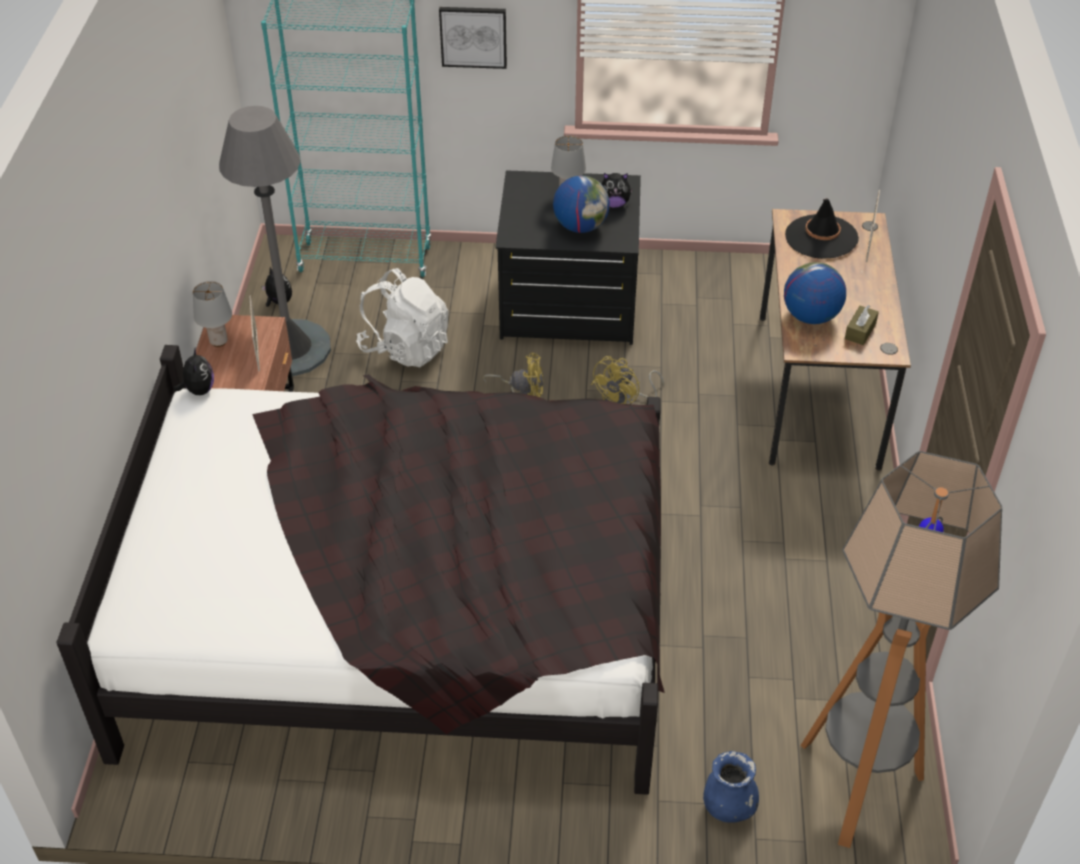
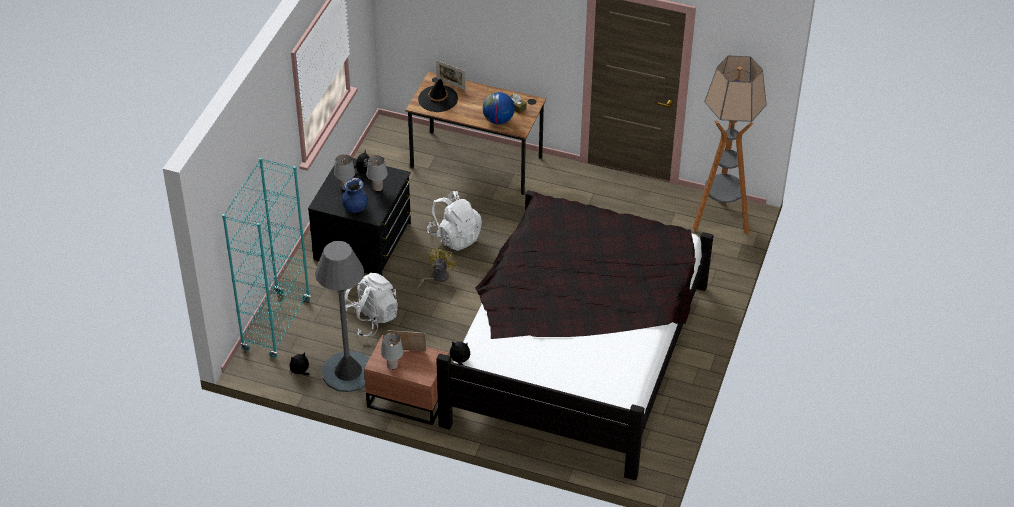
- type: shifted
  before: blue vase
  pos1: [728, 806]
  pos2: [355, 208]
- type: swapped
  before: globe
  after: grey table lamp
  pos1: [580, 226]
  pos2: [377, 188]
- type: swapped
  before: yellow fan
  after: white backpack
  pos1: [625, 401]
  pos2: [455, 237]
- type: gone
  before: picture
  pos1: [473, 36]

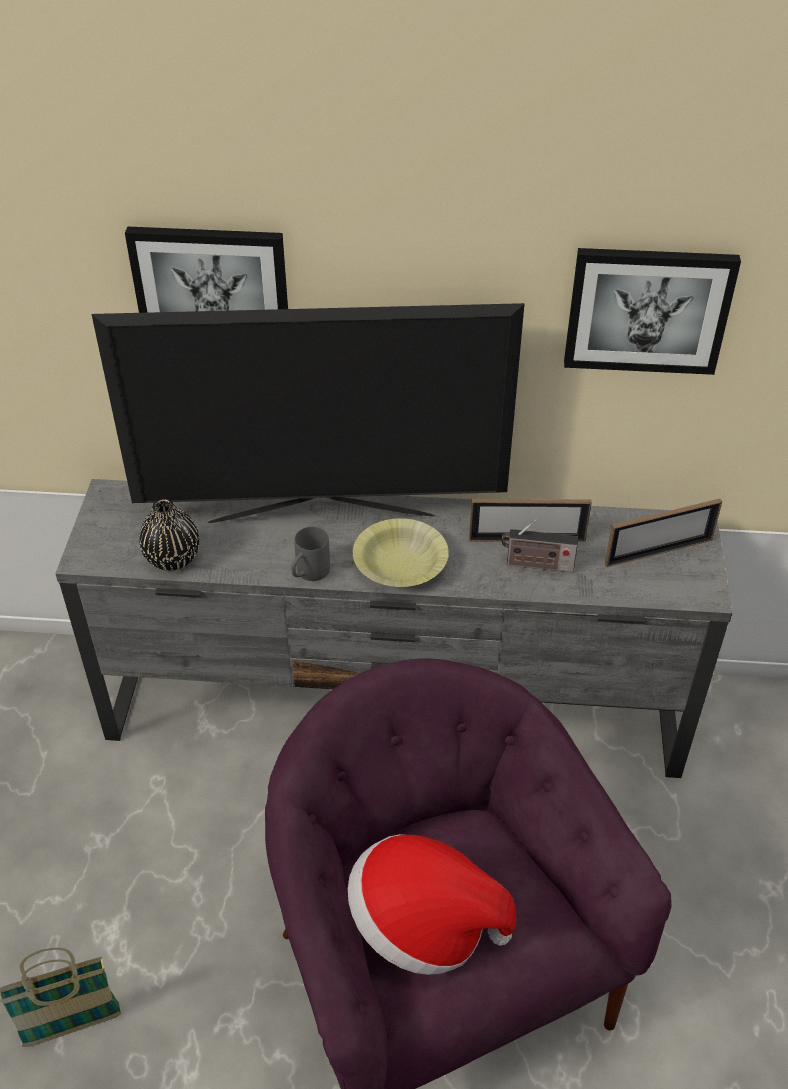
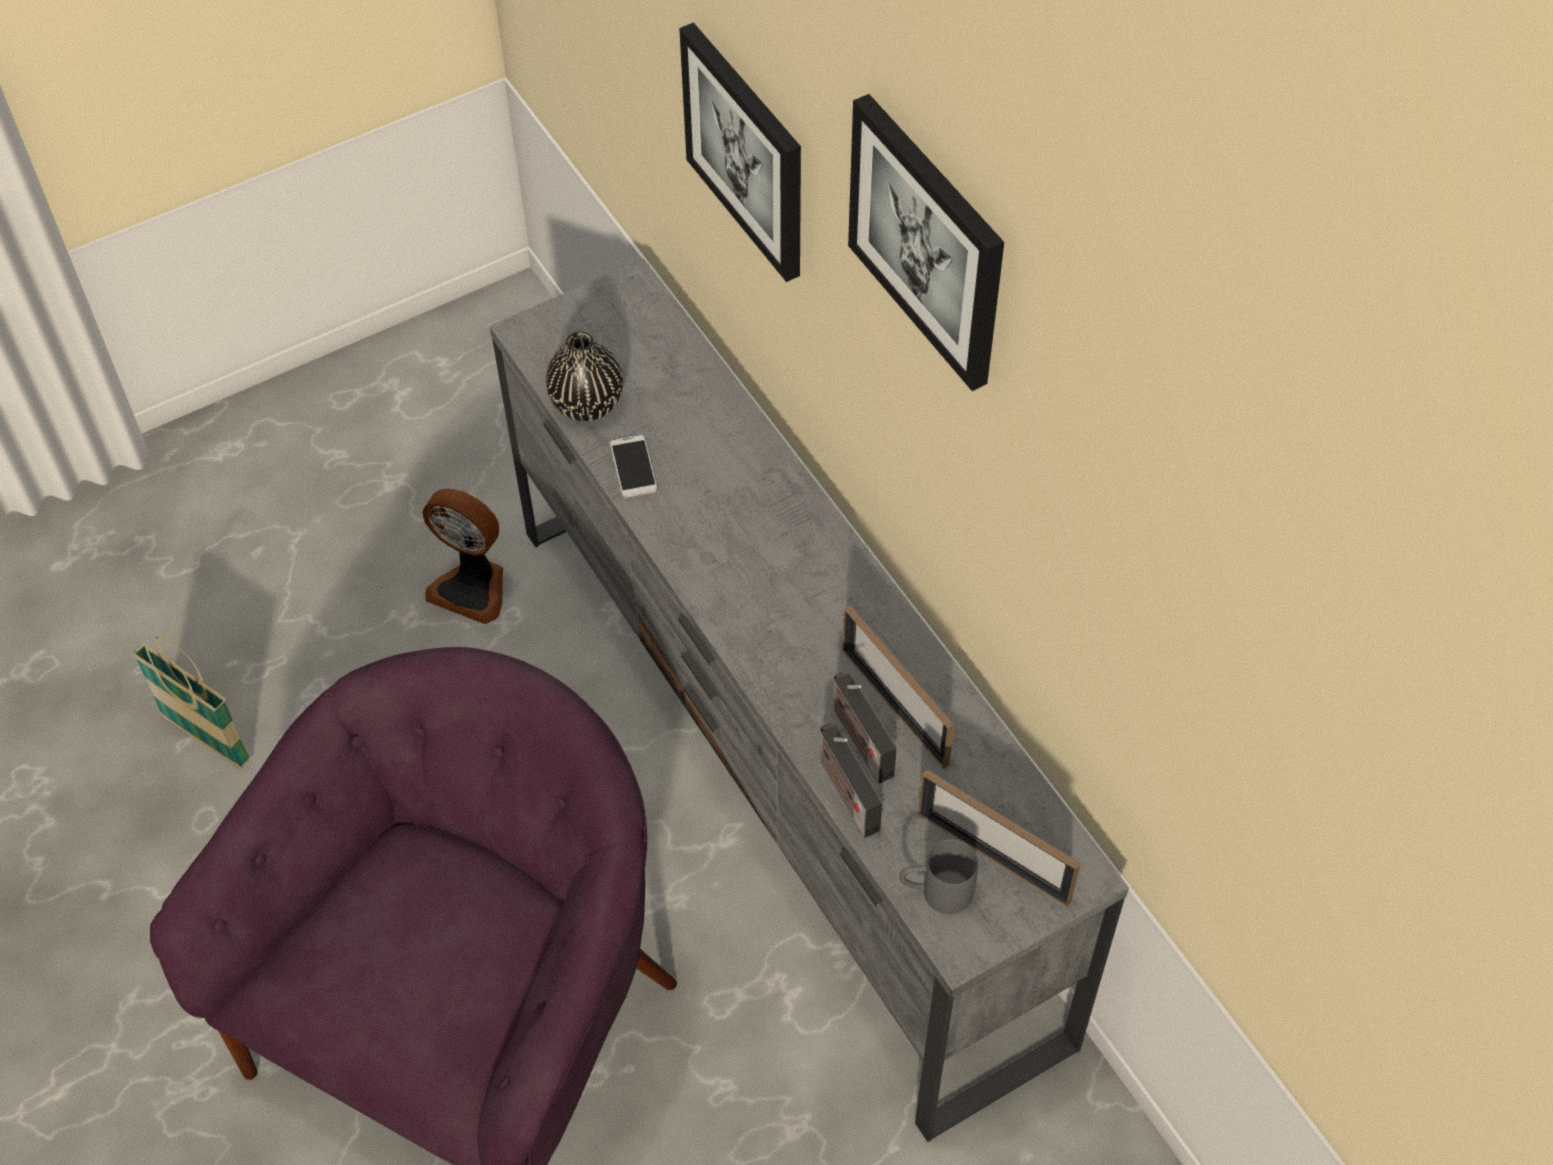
- type: new
  after: fan
  pos2: [472, 587]
- type: new
  after: phone
  pos2: [633, 467]
- type: new
  after: radio
  pos2: [846, 792]
- type: shifted
  before: picture
  pos1: [647, 309]
  pos2: [929, 240]
- type: shifted
  before: grey mug
  pos1: [308, 574]
  pos2: [935, 893]
- type: gone
  before: television
  pos1: [321, 516]
- type: gone
  before: hat
  pos1: [424, 924]
- type: gone
  before: yellow bowl
  pos1: [400, 564]

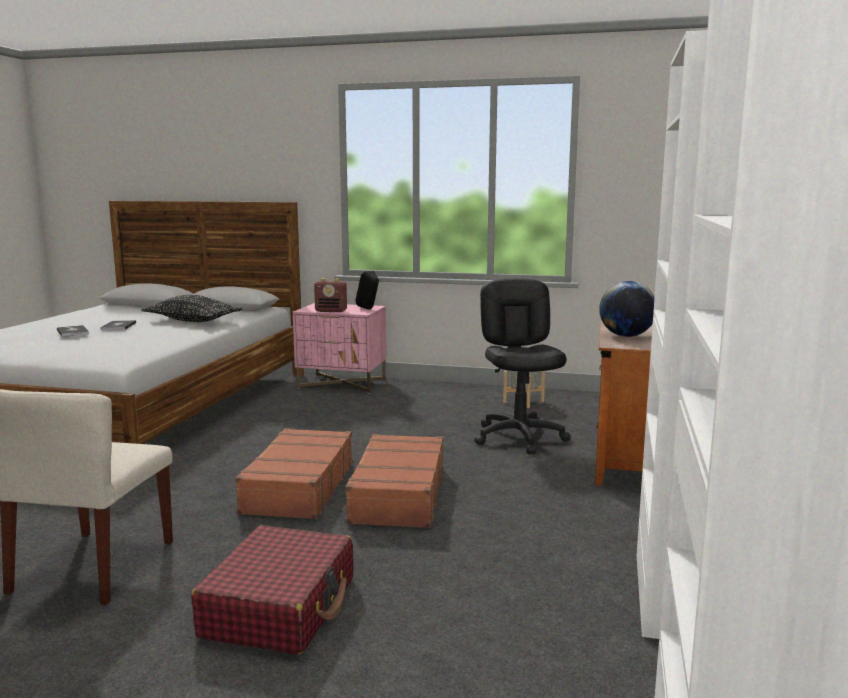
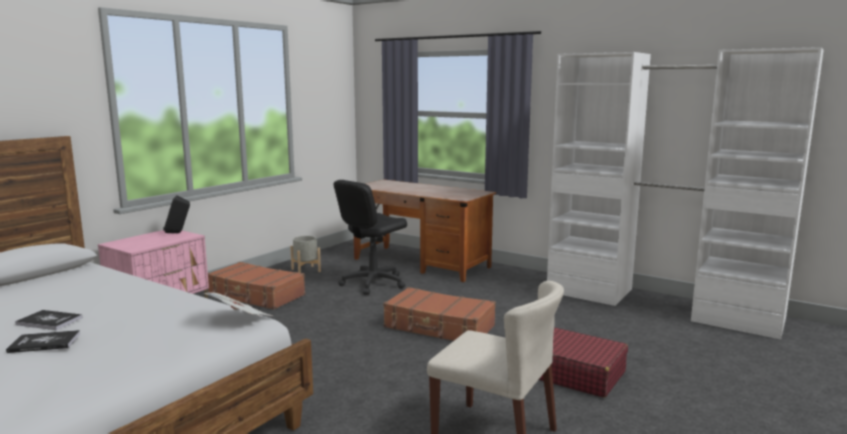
- type: new
  after: newspaper
  pos2: [240, 320]
- type: shifted
  before: brown suitcase
  pos1: [298, 487]
  pos2: [256, 295]
- type: rotated
  before: black office chair
  pos1: [519, 437]
  pos2: [373, 283]
  turn: -60
- type: gone
  before: black pillow
  pos1: [193, 321]
- type: gone
  before: radio
  pos1: [331, 311]
- type: gone
  before: globe
  pos1: [626, 336]

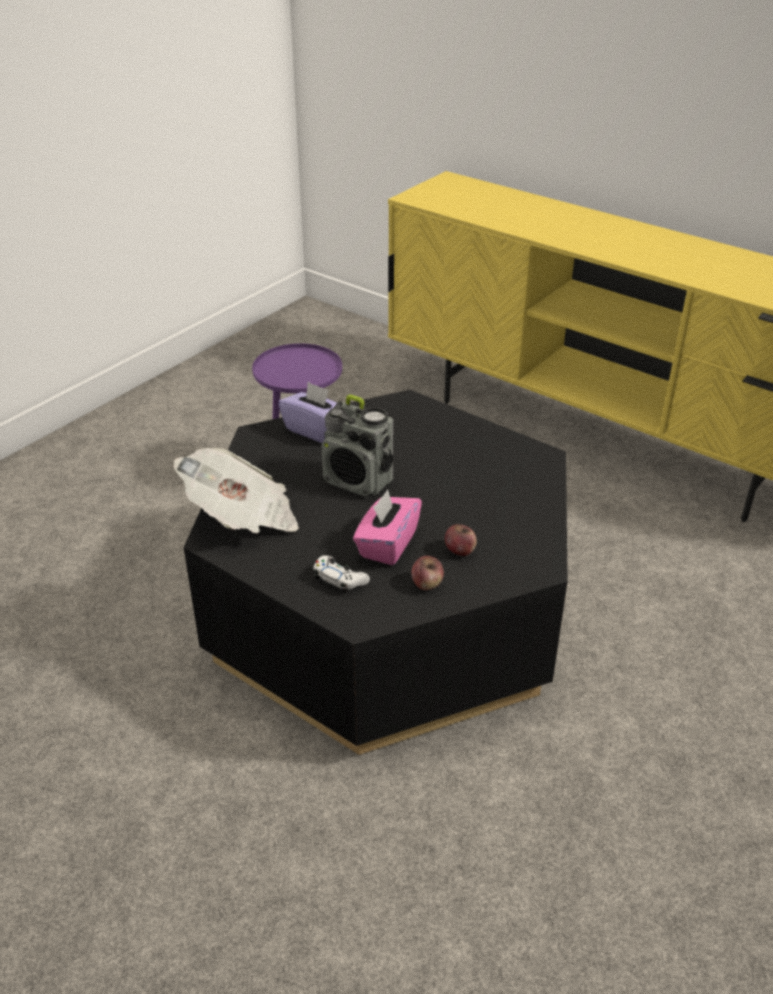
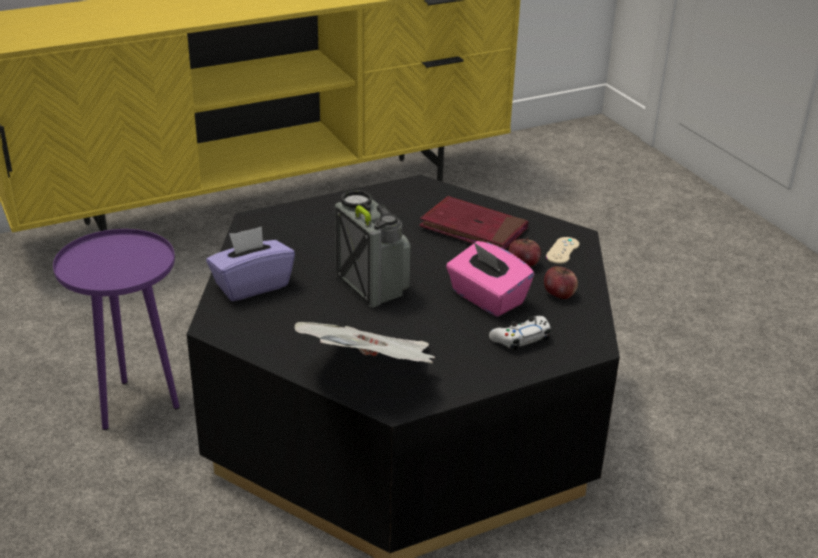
- type: rotated
  before: radio
  pos1: [358, 481]
  pos2: [371, 286]
  turn: -90
- type: new
  after: red book
  pos2: [473, 229]
- type: new
  after: beige game controller
  pos2: [562, 250]

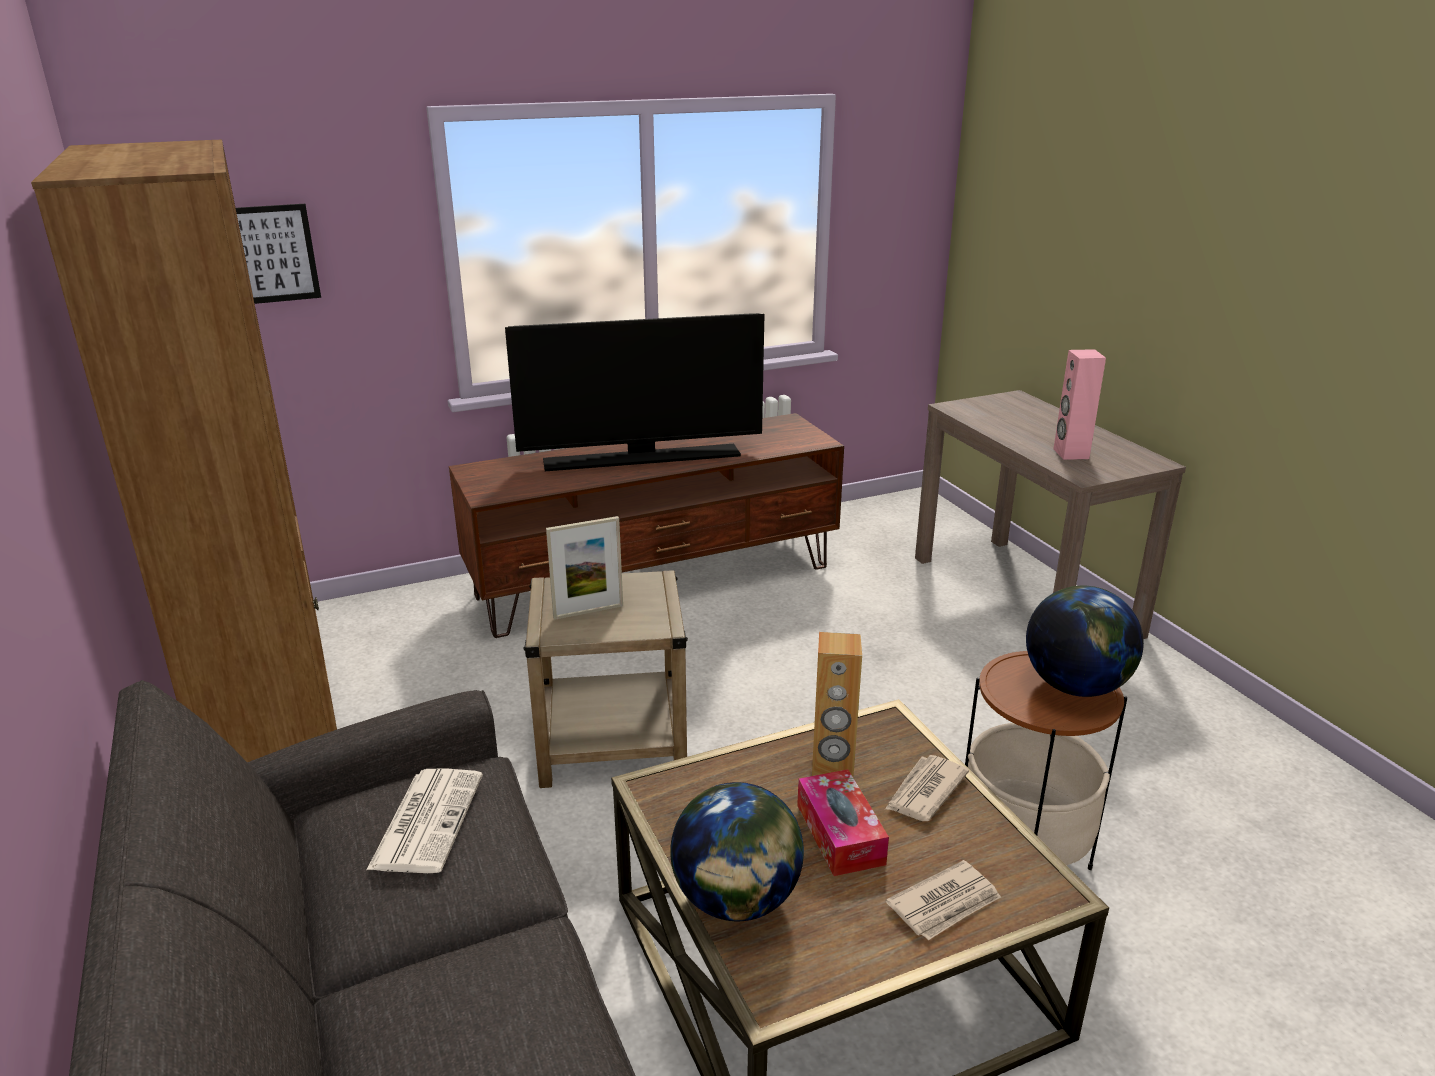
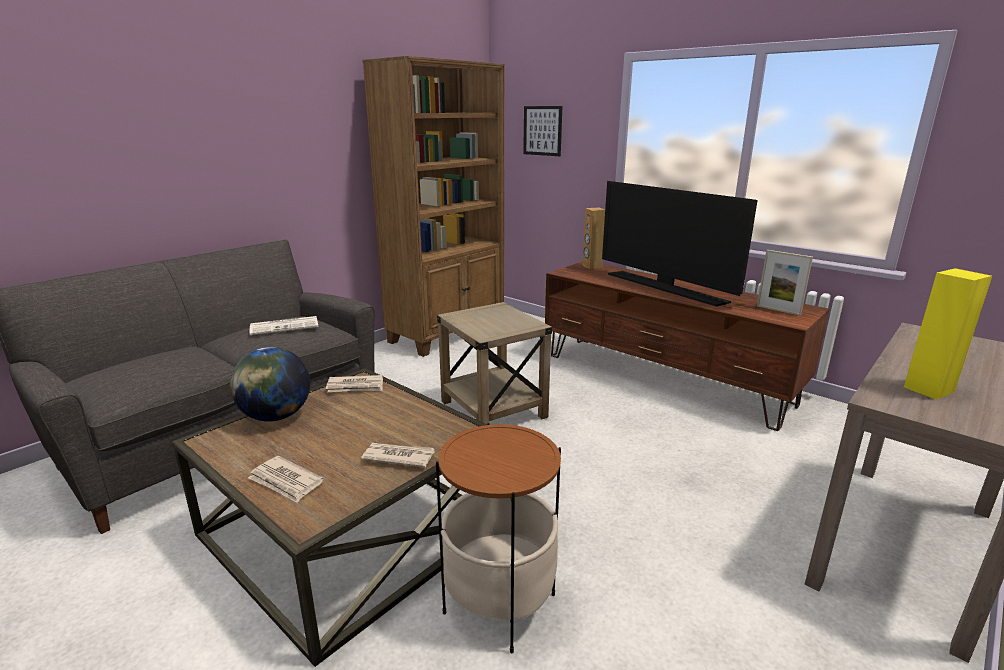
- type: new
  after: newspaper
  pos2: [355, 386]
- type: shifted
  before: brown speaker
  pos1: [832, 768]
  pos2: [592, 266]
- type: shifted
  before: picture frame
  pos1: [588, 611]
  pos2: [778, 310]
- type: repainted
  before: pink speaker
  after: yellow speaker
  pos1: [1070, 454]
  pos2: [928, 389]
- type: gone
  before: tissue box
  pos1: [840, 834]
- type: gone
  before: globe
  pos1: [1075, 686]

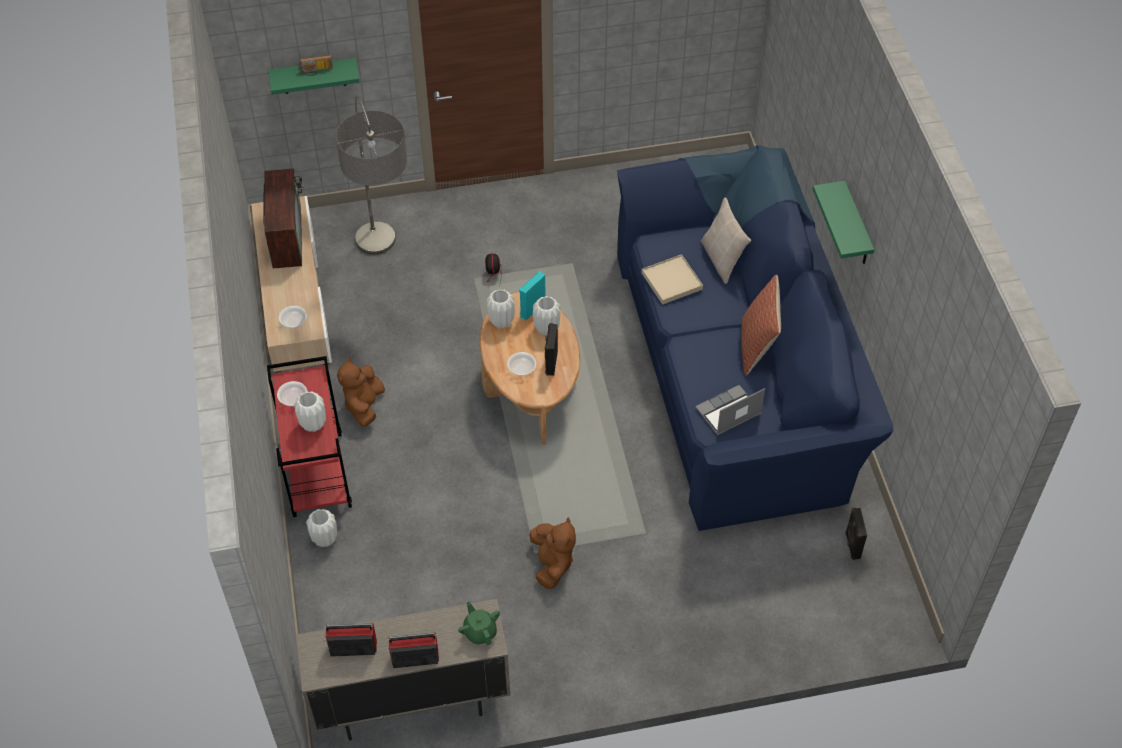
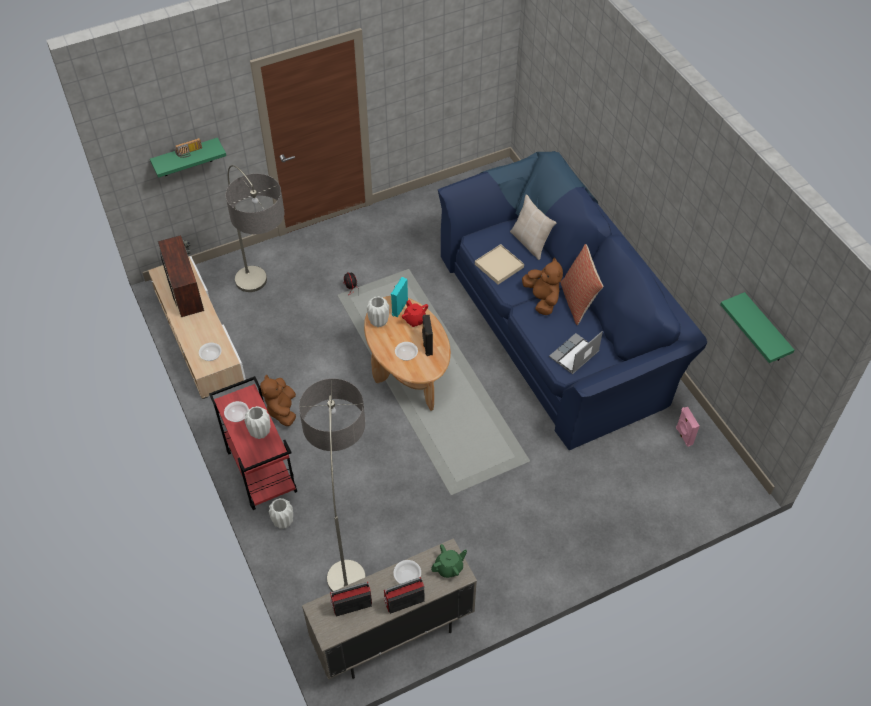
- type: new
  after: floor lamp
  pos2: [346, 537]
- type: new
  after: bowl
  pos2: [407, 576]
- type: swapped
  before: white vase
  after: red teapot
  pos1: [546, 328]
  pos2: [415, 320]
- type: rotated
  before: green teapot
  pos1: [480, 632]
  pos2: [449, 567]
  turn: 105
- type: shifted
  before: brown plush toy
  pos1: [552, 564]
  pos2: [542, 299]
- type: repainted
  before: black speaker
  after: pink speaker
  pos1: [852, 545]
  pos2: [683, 436]
- type: shifted
  before: green shelf
  pos1: [857, 226]
  pos2: [765, 330]

